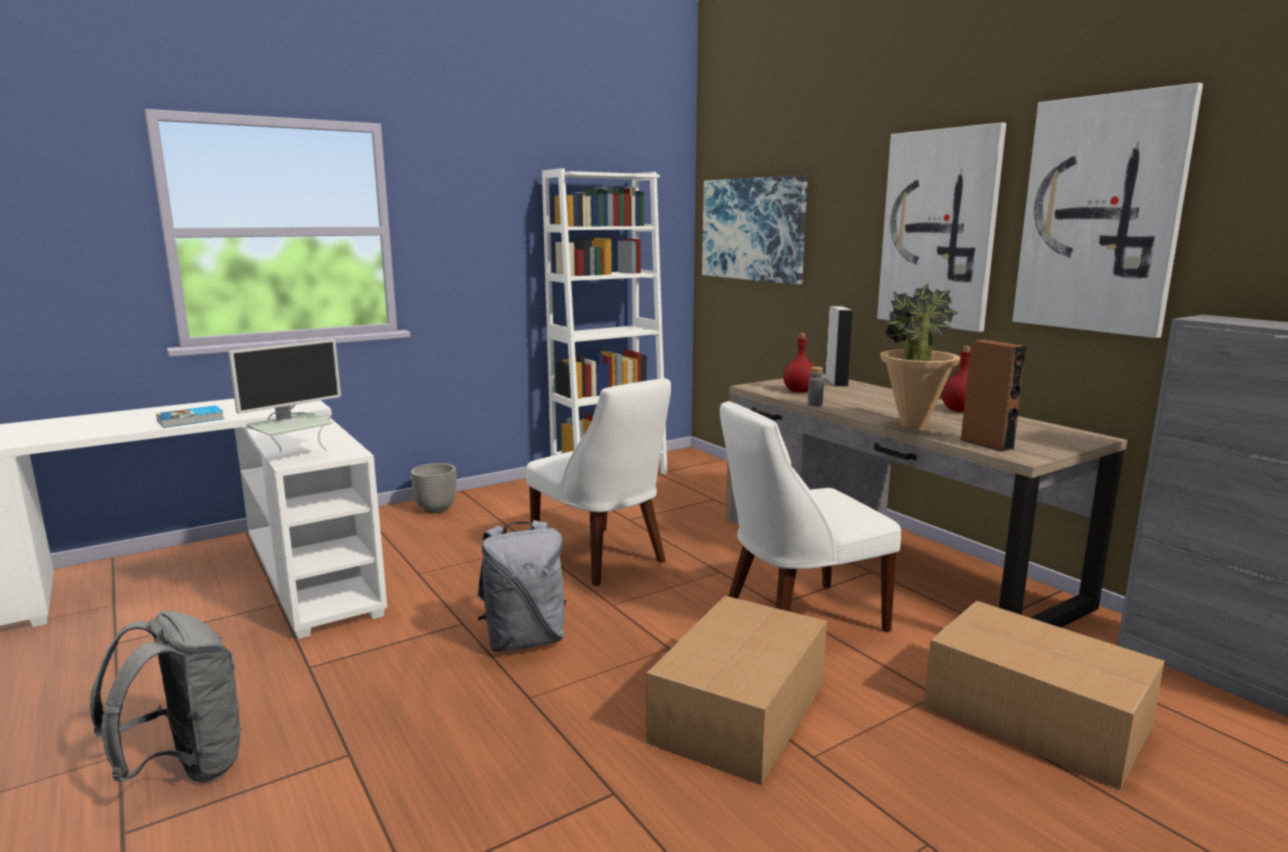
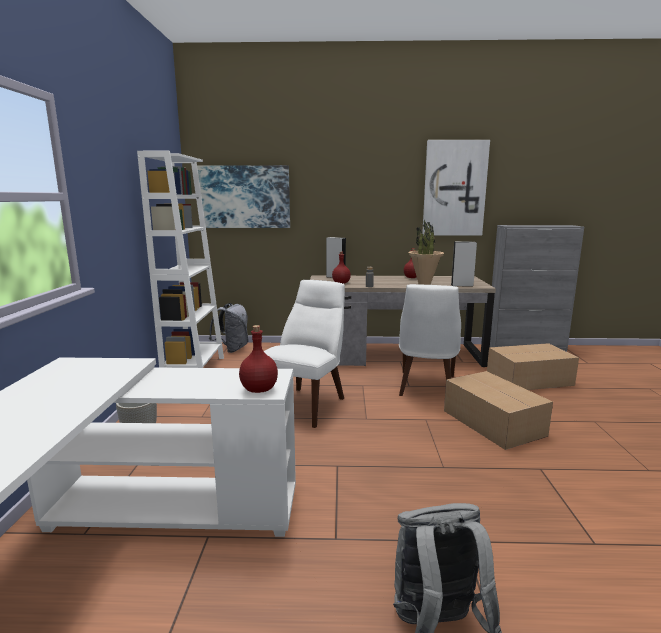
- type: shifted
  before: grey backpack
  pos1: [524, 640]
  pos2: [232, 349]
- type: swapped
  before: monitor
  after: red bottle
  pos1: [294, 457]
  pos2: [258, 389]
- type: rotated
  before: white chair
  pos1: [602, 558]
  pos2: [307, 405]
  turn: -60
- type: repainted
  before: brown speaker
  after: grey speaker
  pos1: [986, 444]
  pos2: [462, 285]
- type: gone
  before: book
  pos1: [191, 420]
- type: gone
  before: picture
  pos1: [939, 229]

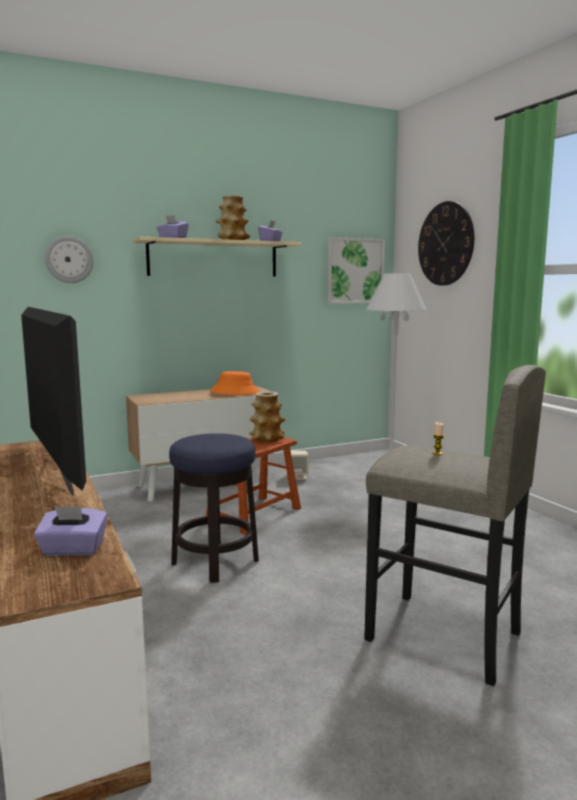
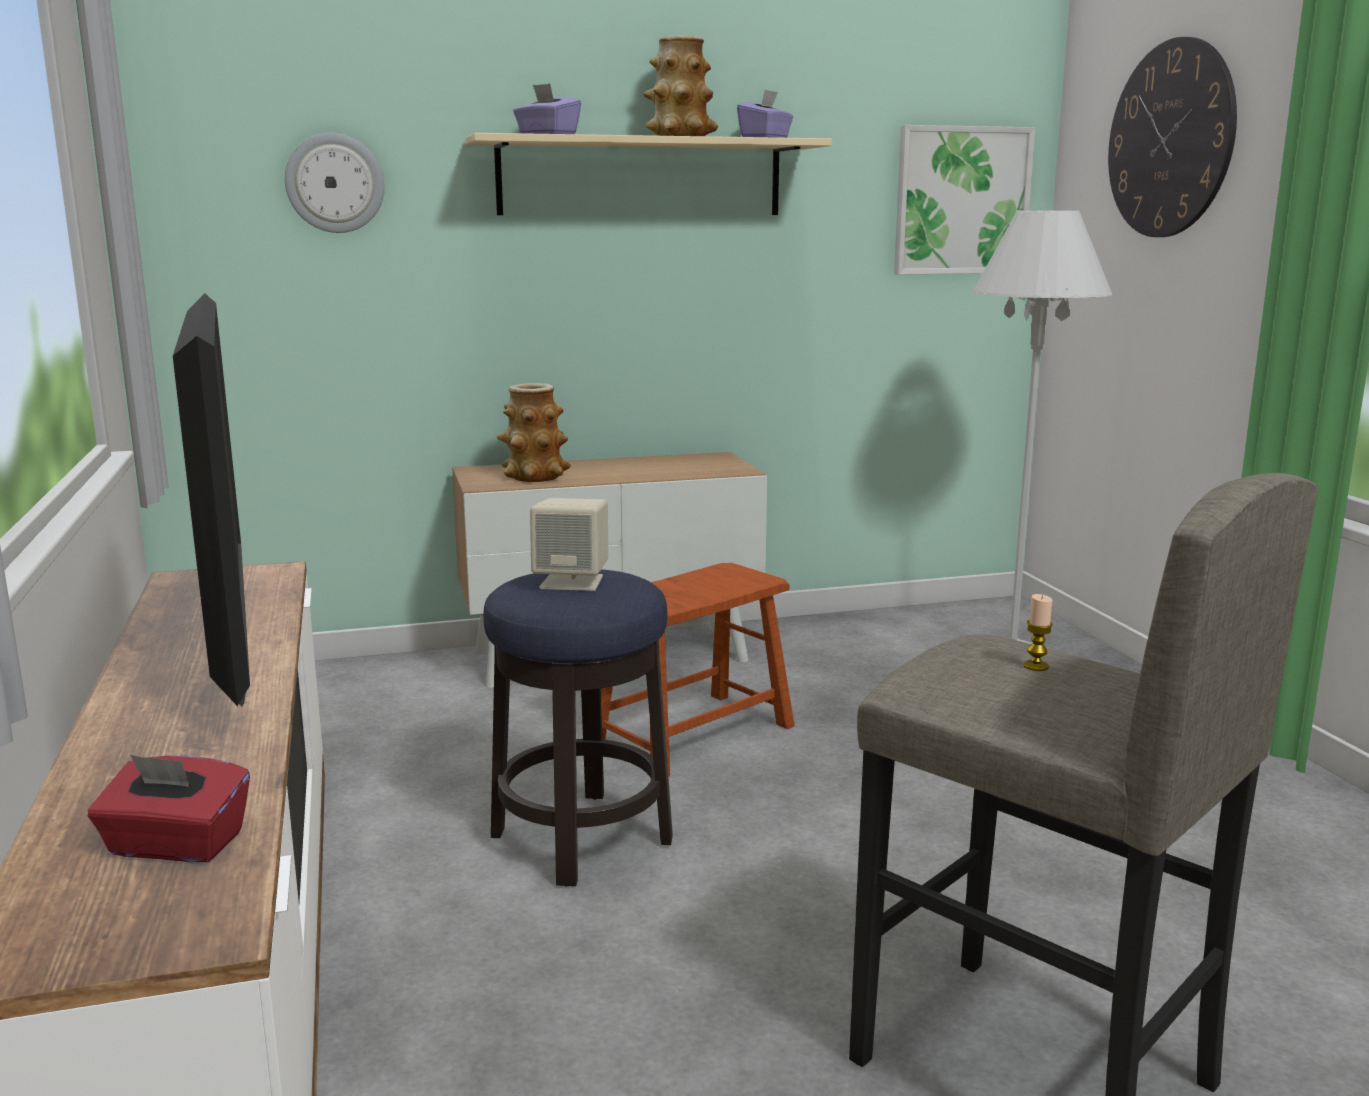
- type: repainted
  before: purple tissue box
  after: red tissue box
  pos1: [73, 550]
  pos2: [176, 845]
- type: shifted
  before: vase
  pos1: [267, 439]
  pos2: [535, 476]
- type: shifted
  before: beige speaker
  pos1: [297, 477]
  pos2: [572, 582]
- type: gone
  before: orange hat
  pos1: [235, 392]

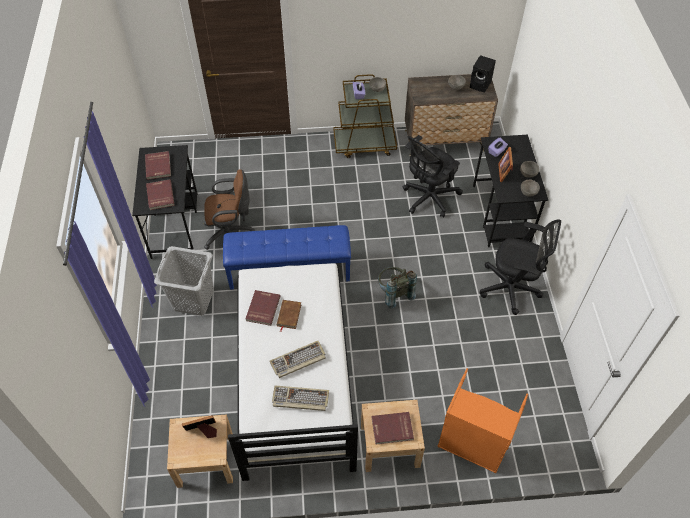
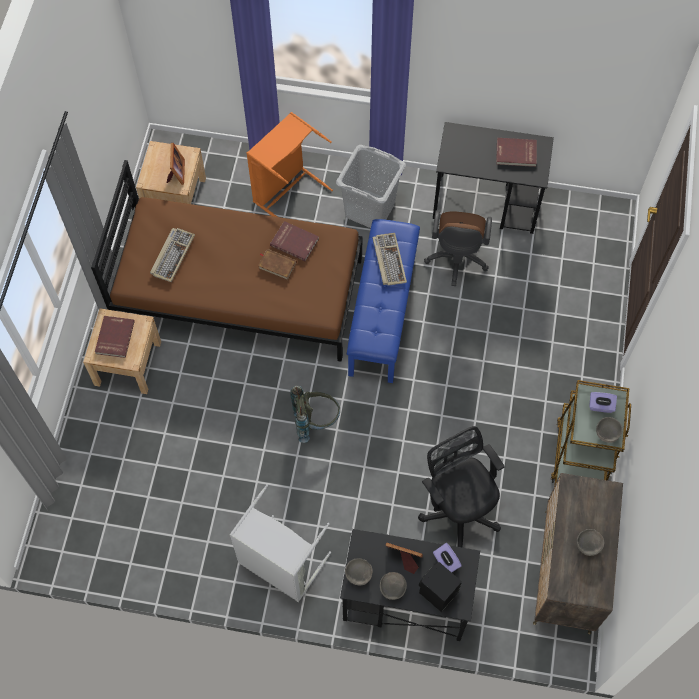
- type: repainted
  before: white bed
  after: brown bed
  pos1: [294, 377]
  pos2: [239, 290]
- type: swapped
  before: black office chair
  after: grey laundry basket
  pos1: [512, 289]
  pos2: [279, 566]
- type: shifted
  before: orange laundry basket
  pos1: [472, 445]
  pos2: [287, 191]
- type: shifted
  before: keyboard
  pos1: [298, 360]
  pos2: [388, 260]
- type: shifted
  before: black speaker
  pos1: [481, 85]
  pos2: [437, 593]
- type: gone
  before: red book
  pos1: [159, 196]

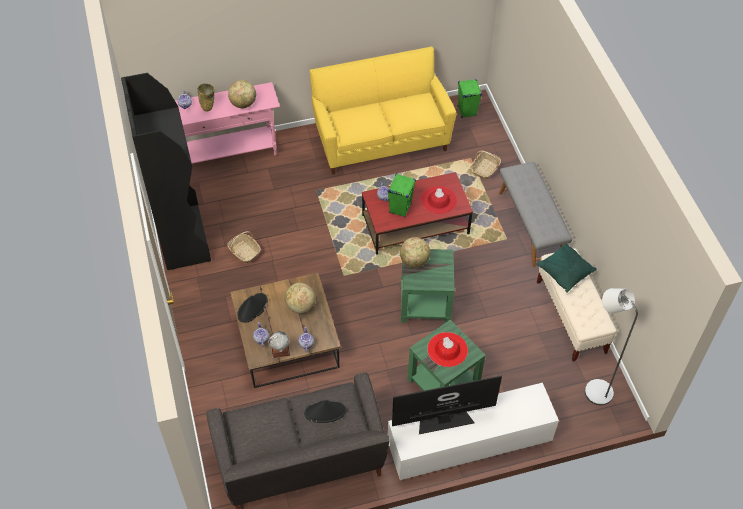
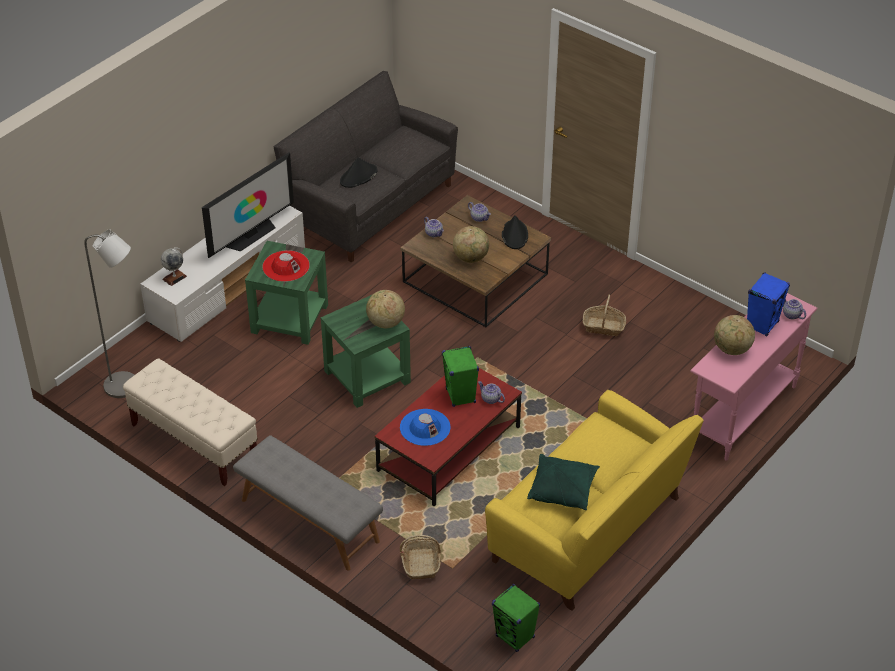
- type: shifted
  before: globe
  pos1: [280, 351]
  pos2: [174, 277]
- type: repainted
  before: red hat
  after: blue hat
  pos1: [438, 200]
  pos2: [425, 427]
- type: shifted
  before: green pillow
  pos1: [565, 272]
  pos2: [562, 489]
- type: swapped
  before: beige vase
  after: blue speaker
  pos1: [208, 108]
  pos2: [762, 324]
- type: gone
  before: black bookcase
  pos1: [182, 237]

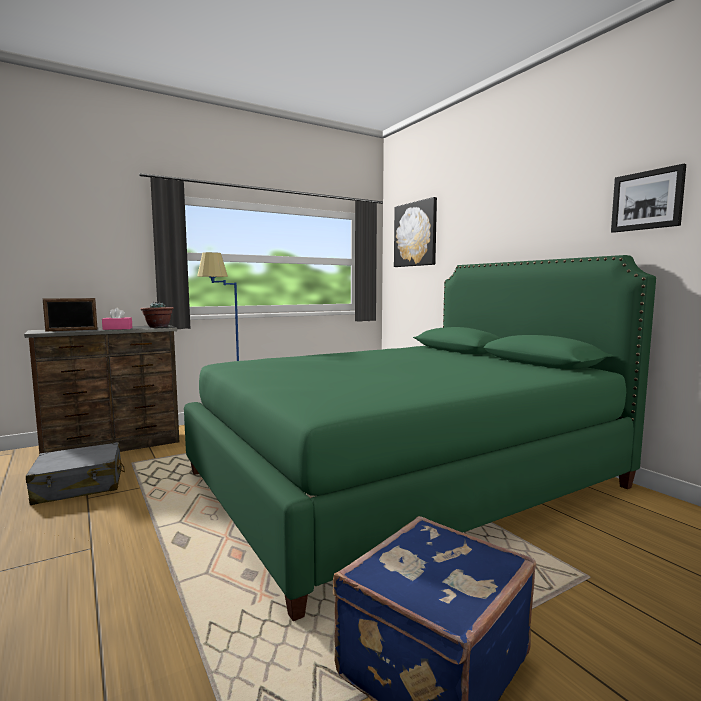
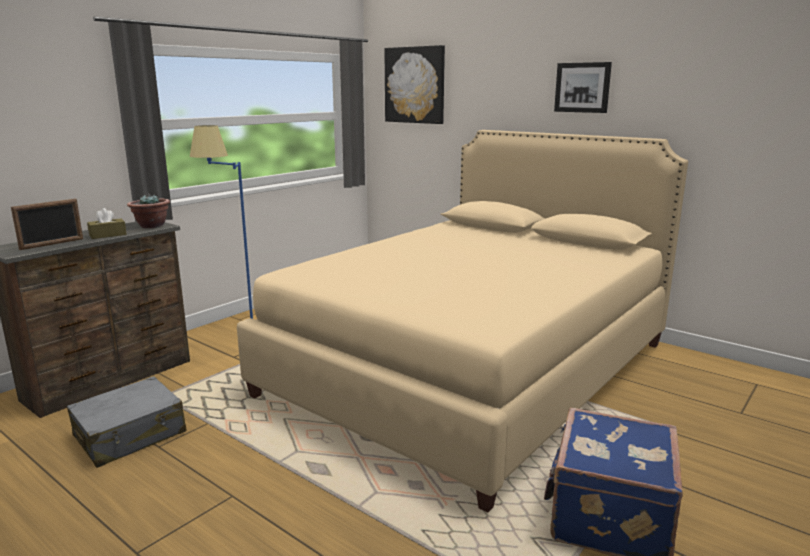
- type: repainted
  before: pink tissue box
  after: brown tissue box
  pos1: [117, 328]
  pos2: [108, 235]
- type: repainted
  before: green bed
  after: beige bed
  pos1: [403, 480]
  pos2: [472, 368]
- type: shifted
  before: picture
  pos1: [647, 200]
  pos2: [582, 87]

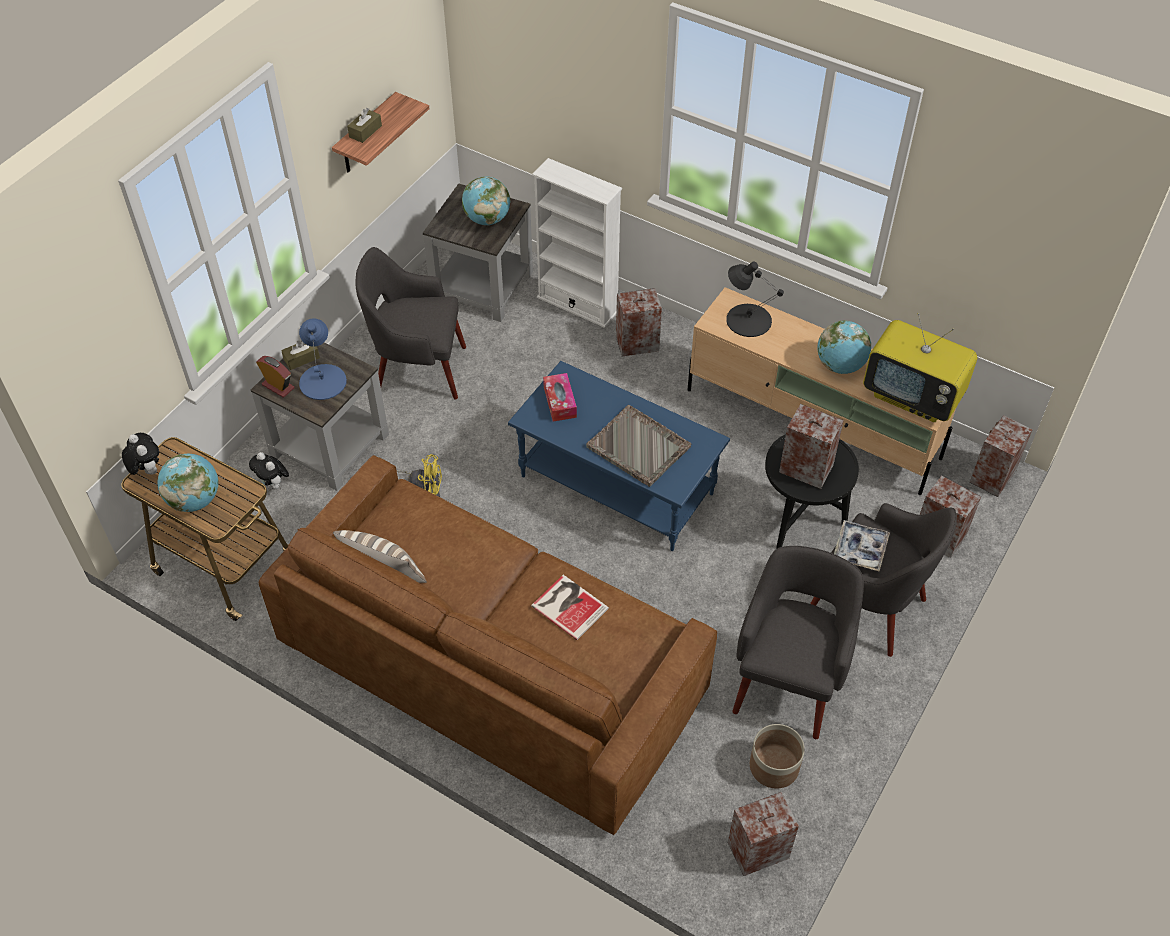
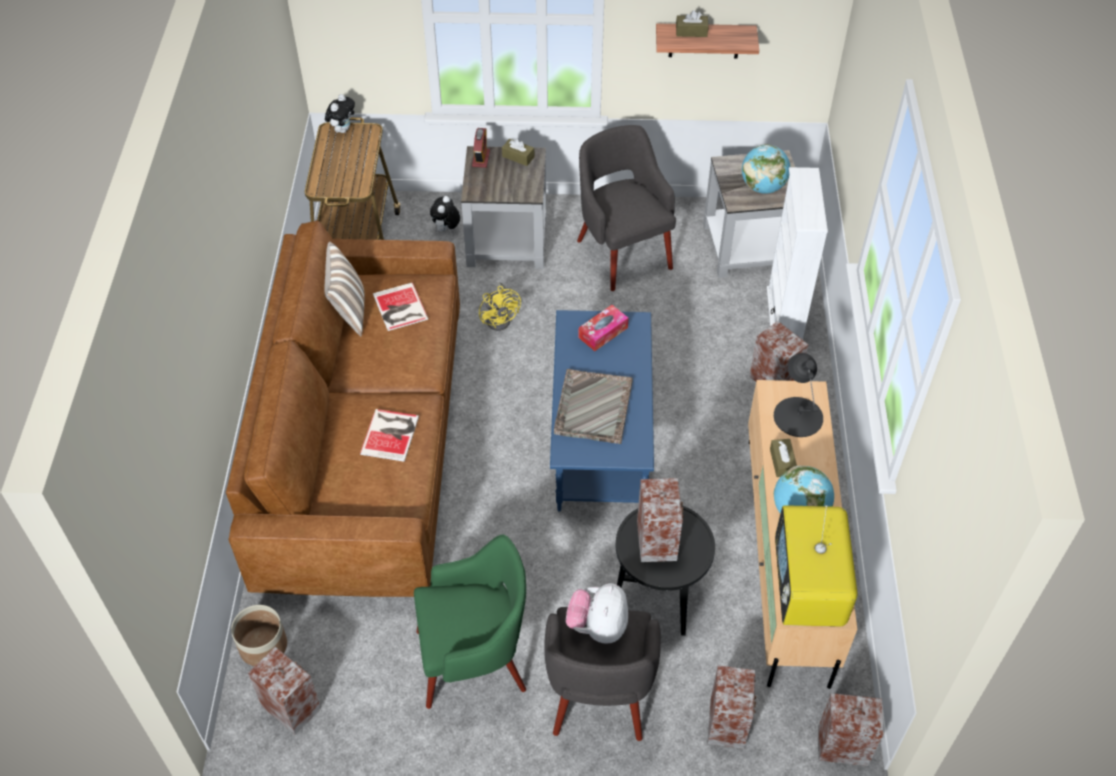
- type: shifted
  before: planter
  pos1: [773, 766]
  pos2: [263, 645]
- type: new
  after: book
  pos2: [399, 308]
- type: repainted
  before: grey armchair
  after: green armchair
  pos1: [788, 682]
  pos2: [473, 660]
- type: swapped
  before: tray
  after: plush toy
  pos1: [860, 549]
  pos2: [598, 626]
- type: new
  after: brown tissue box
  pos2: [782, 462]
- type: gone
  before: globe
  pos1: [194, 500]
- type: gone
  before: blue table lamp
  pos1: [323, 381]

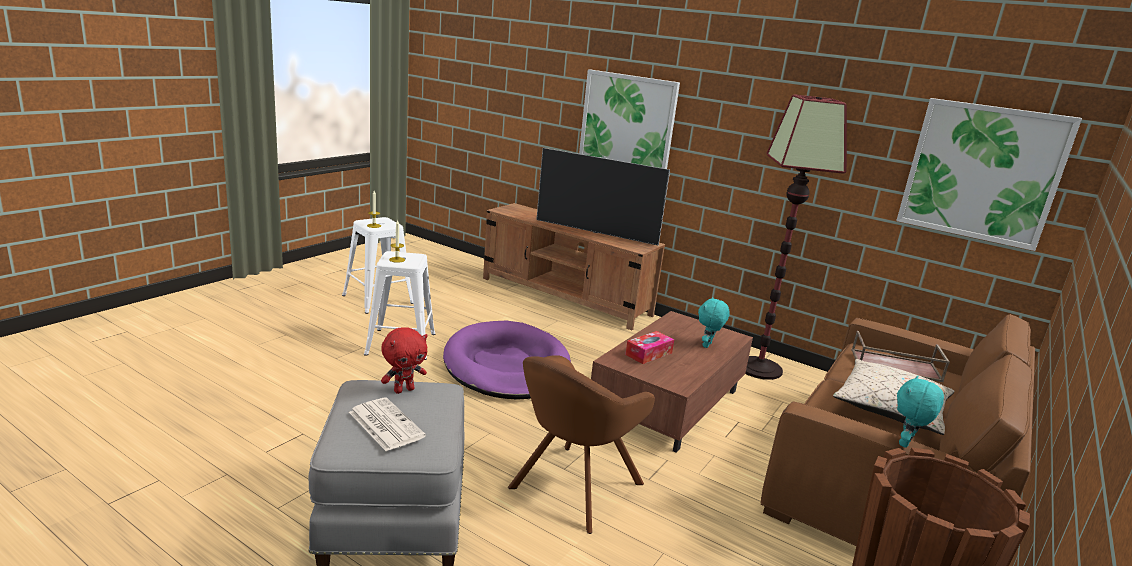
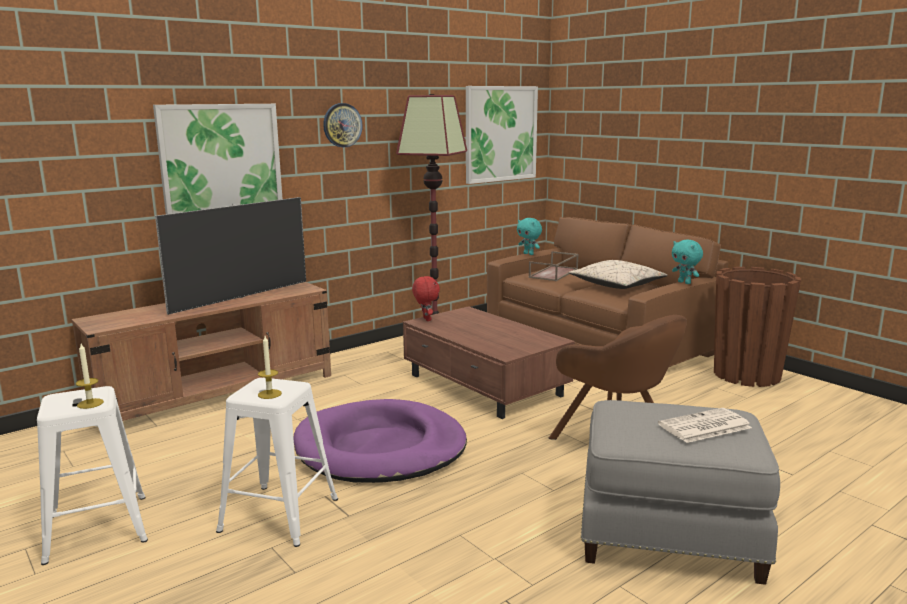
- type: new
  after: wall clock
  pos2: [342, 125]
- type: shifted
  before: red plush toy
  pos1: [404, 390]
  pos2: [426, 319]
- type: shifted
  before: turquoise plush toy
  pos1: [708, 345]
  pos2: [529, 254]
- type: gone
  before: tissue box
  pos1: [648, 354]

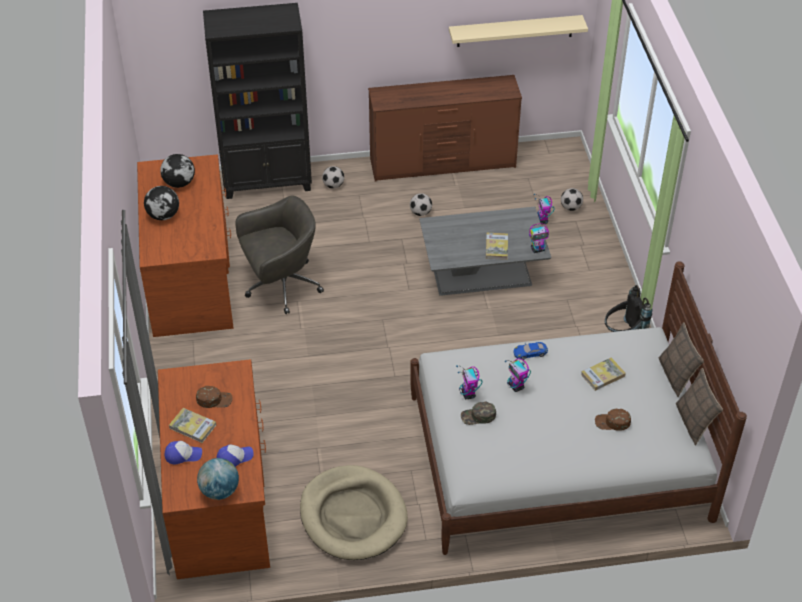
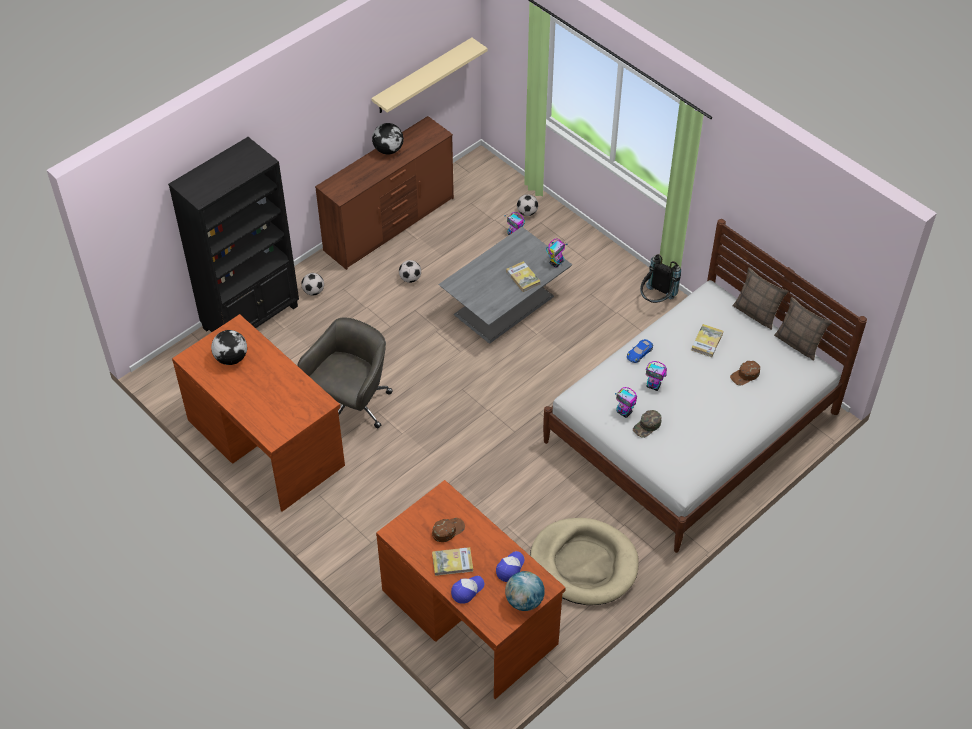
- type: shifted
  before: globe
  pos1: [164, 215]
  pos2: [388, 150]

